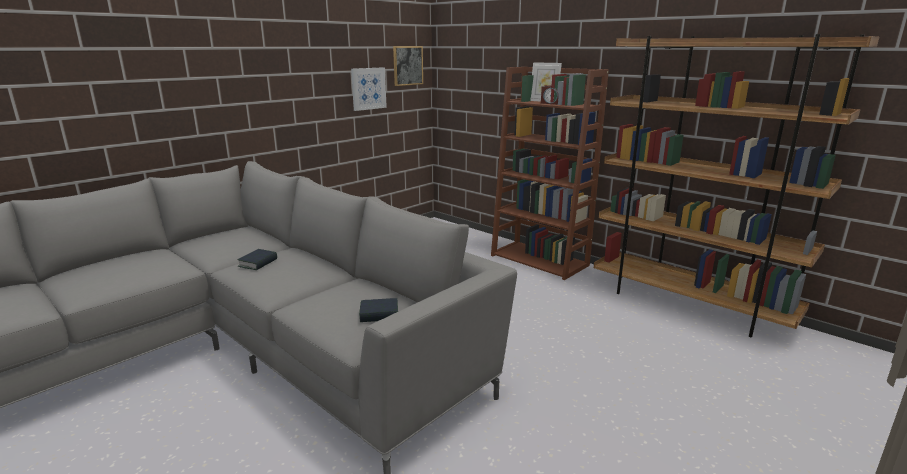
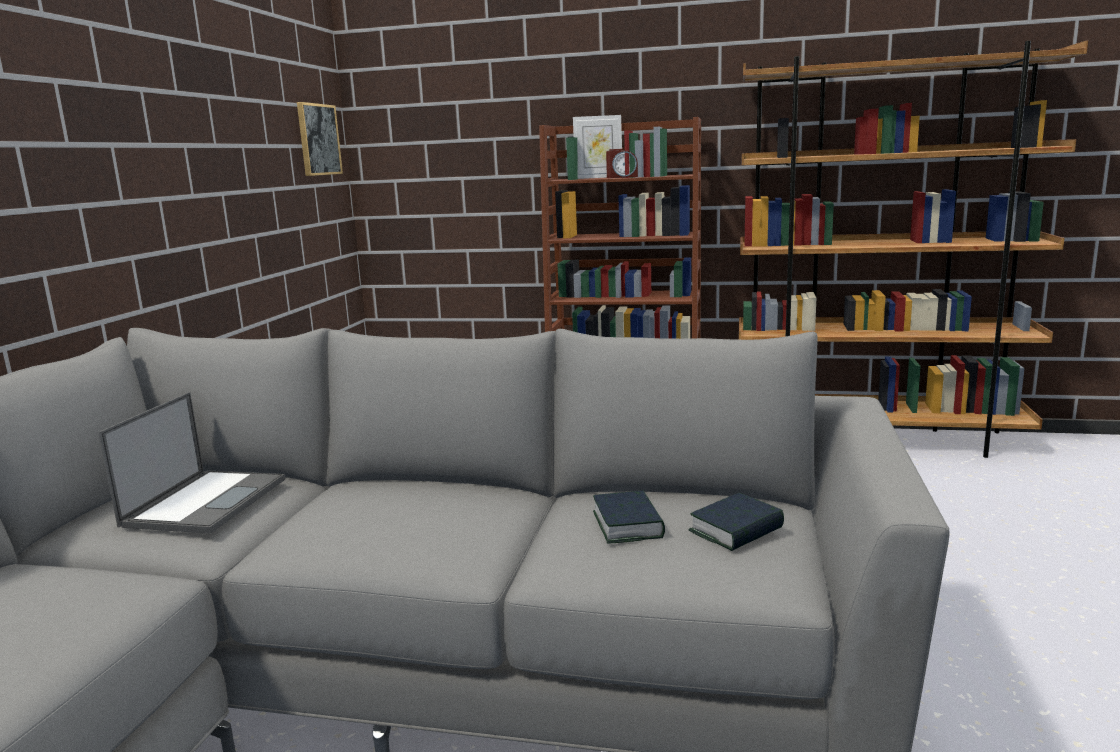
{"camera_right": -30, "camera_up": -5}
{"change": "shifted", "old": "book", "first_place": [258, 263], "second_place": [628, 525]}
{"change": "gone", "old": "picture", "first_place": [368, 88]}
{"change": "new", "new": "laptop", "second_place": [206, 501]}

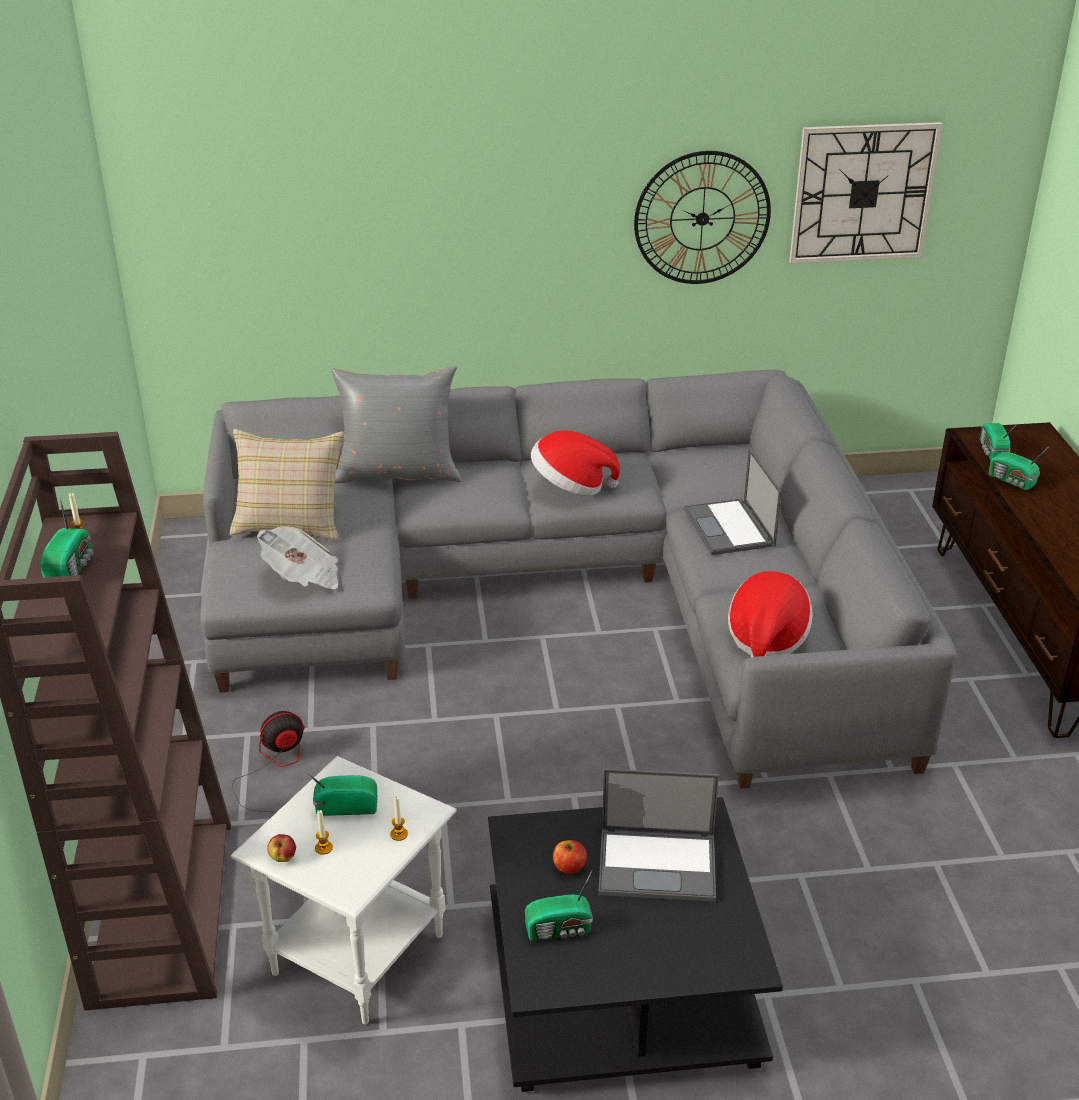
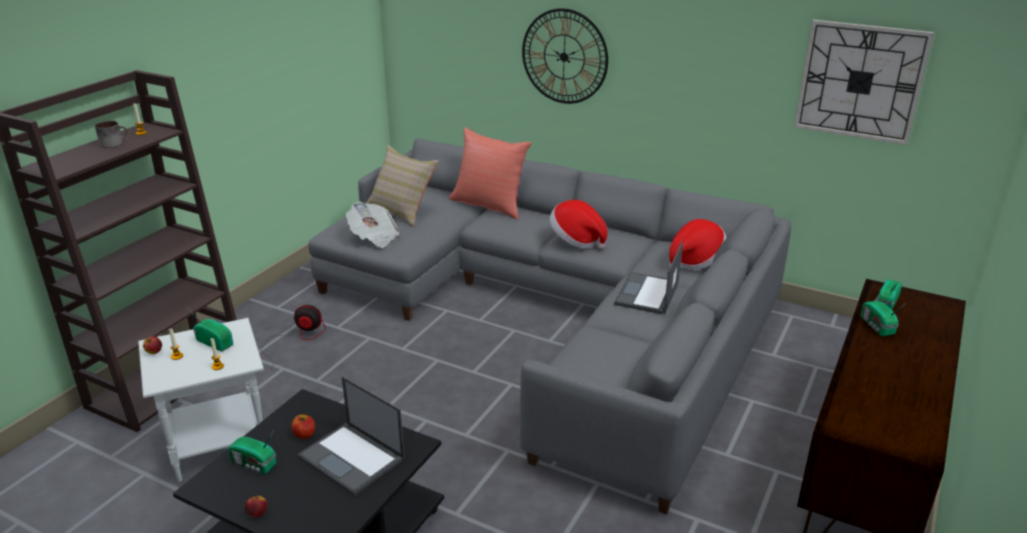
{"camera_right": 35, "camera_up": -5}
{"change": "swapped", "old": "radio", "new": "mug", "first_place": [71, 568], "second_place": [114, 143]}
{"change": "repainted", "old": "grey pillow", "new": "red pillow", "first_place": [397, 473], "second_place": [489, 205]}
{"change": "shifted", "old": "wall clock", "first_place": [702, 218], "second_place": [564, 57]}
{"change": "shifted", "old": "hat", "first_place": [766, 638], "second_place": [695, 261]}
{"change": "new", "new": "apple", "second_place": [257, 514]}

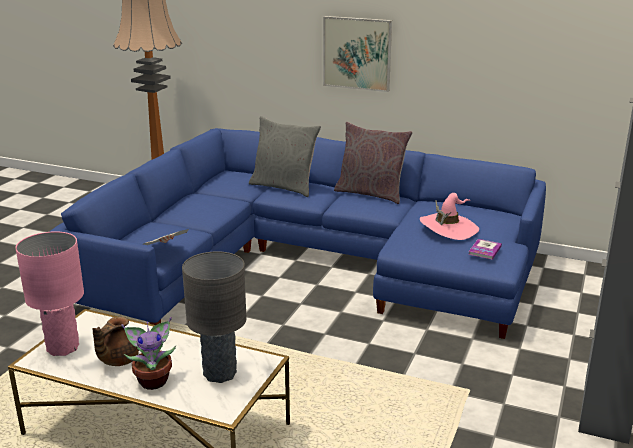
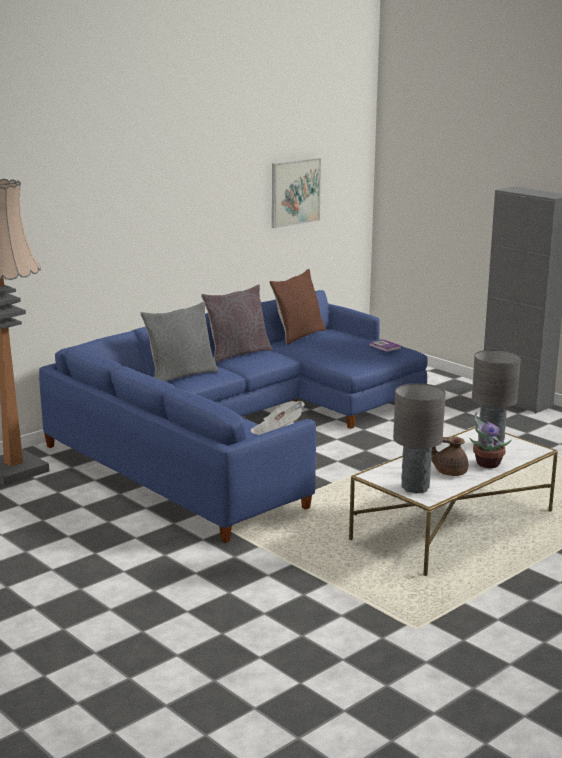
{"camera_right": -65, "camera_up": -5}
{"change": "repainted", "old": "pink table lamp", "new": "grey table lamp", "first_place": [62, 348], "second_place": [415, 488]}
{"change": "rotated", "old": "brown teapot", "first_place": [117, 360], "second_place": [449, 472], "degrees": 135}
{"change": "shifted", "old": "picture", "first_place": [357, 53], "second_place": [295, 192]}
{"change": "gone", "old": "pink hat", "first_place": [448, 228]}
{"change": "new", "new": "brown pillow", "second_place": [297, 335]}

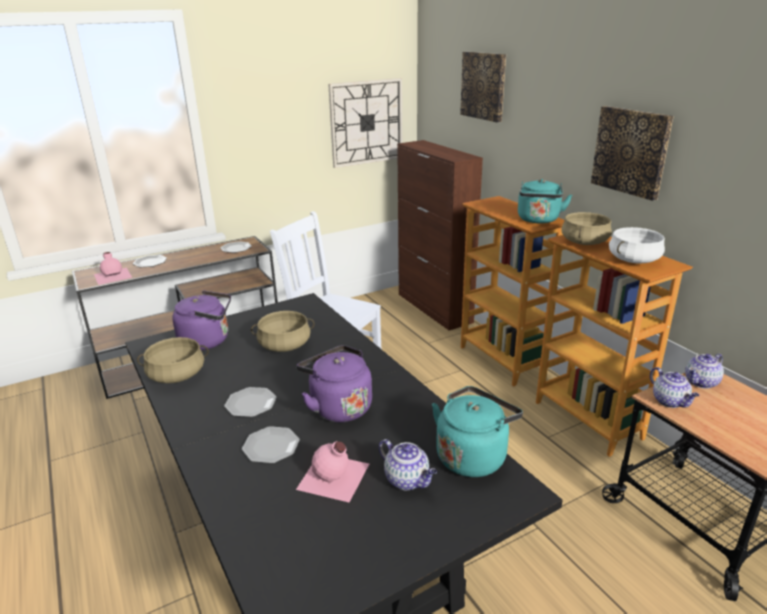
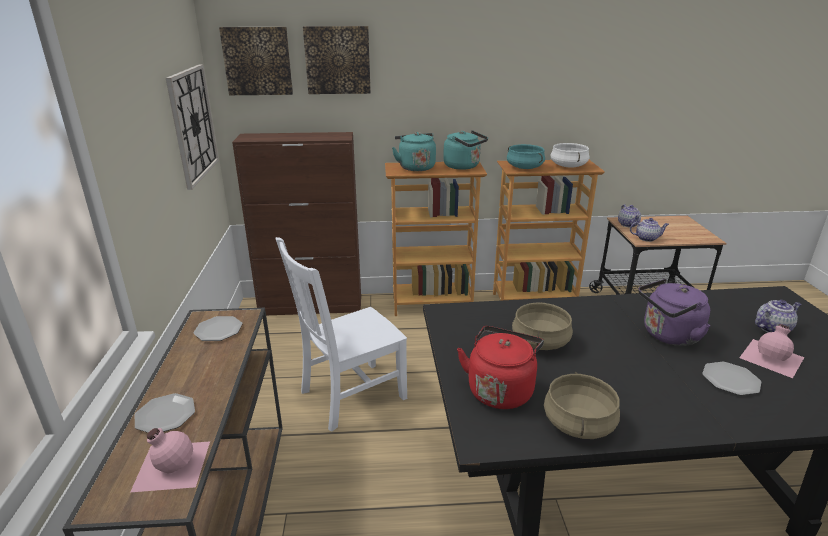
{"camera_right": -65, "camera_up": 0}
{"change": "repainted", "old": "purple kettle", "new": "red kettle", "first_place": [208, 341], "second_place": [500, 389]}
{"change": "gone", "old": "plate", "first_place": [251, 404]}
{"change": "shifted", "old": "turquoise kettle", "first_place": [473, 456], "second_place": [415, 167]}
{"change": "repainted", "old": "beige cooking pot", "new": "turquoise cooking pot", "first_place": [584, 242], "second_place": [524, 167]}
{"change": "shifted", "old": "picture", "first_place": [631, 151], "second_place": [257, 61]}

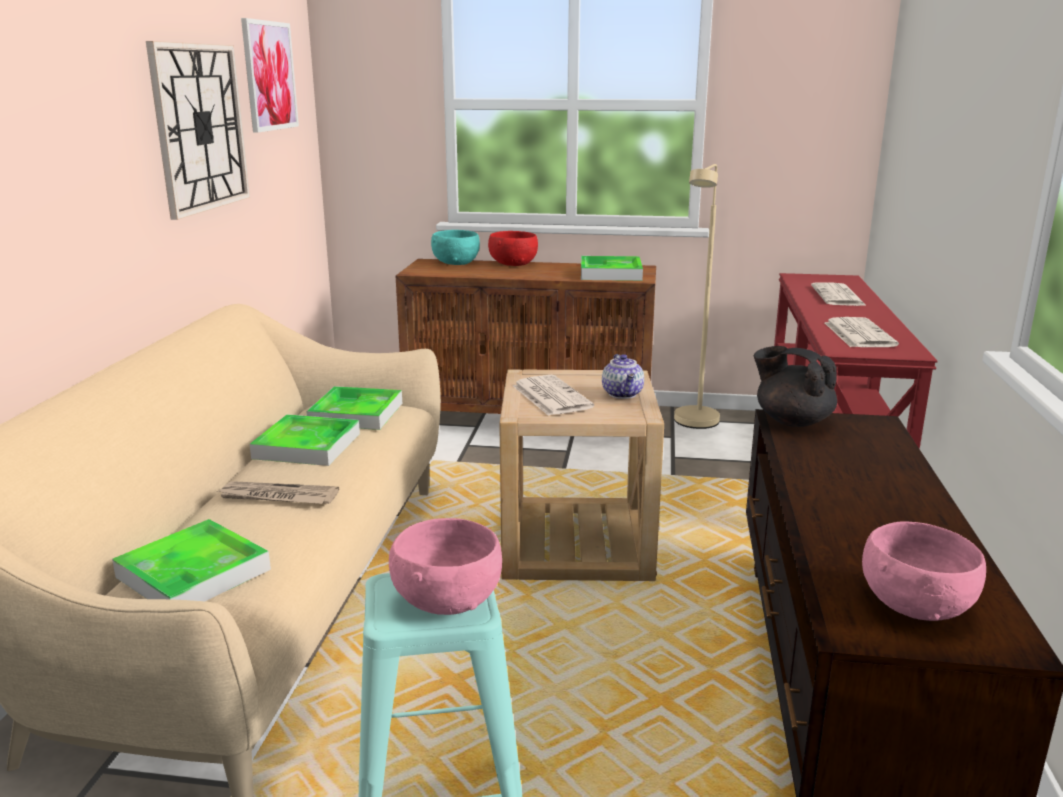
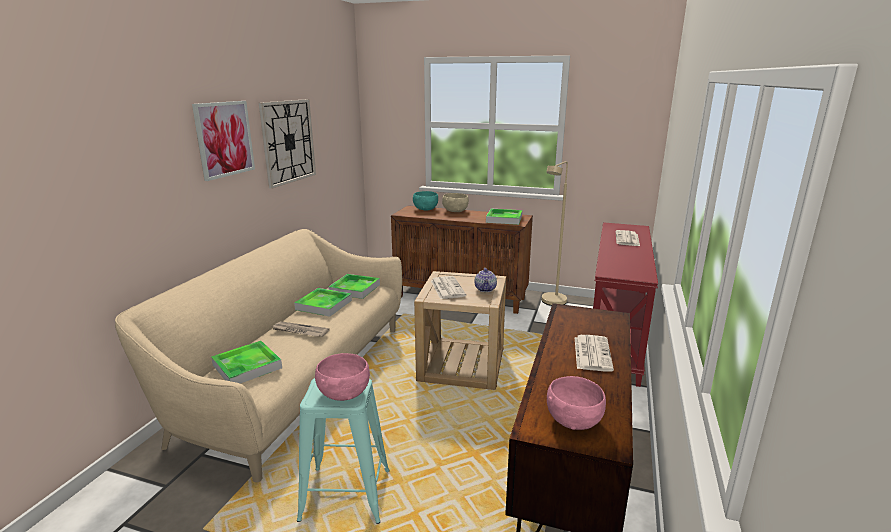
{"camera_right": 10, "camera_up": 0}
{"change": "shifted", "old": "picture", "first_place": [269, 76], "second_place": [224, 139]}
{"change": "repainted", "old": "red bowl", "new": "beige bowl", "first_place": [512, 264], "second_place": [455, 211]}
{"change": "gone", "old": "black teapot", "first_place": [792, 421]}
{"change": "shifted", "old": "newspaper", "first_place": [858, 334], "second_place": [592, 353]}

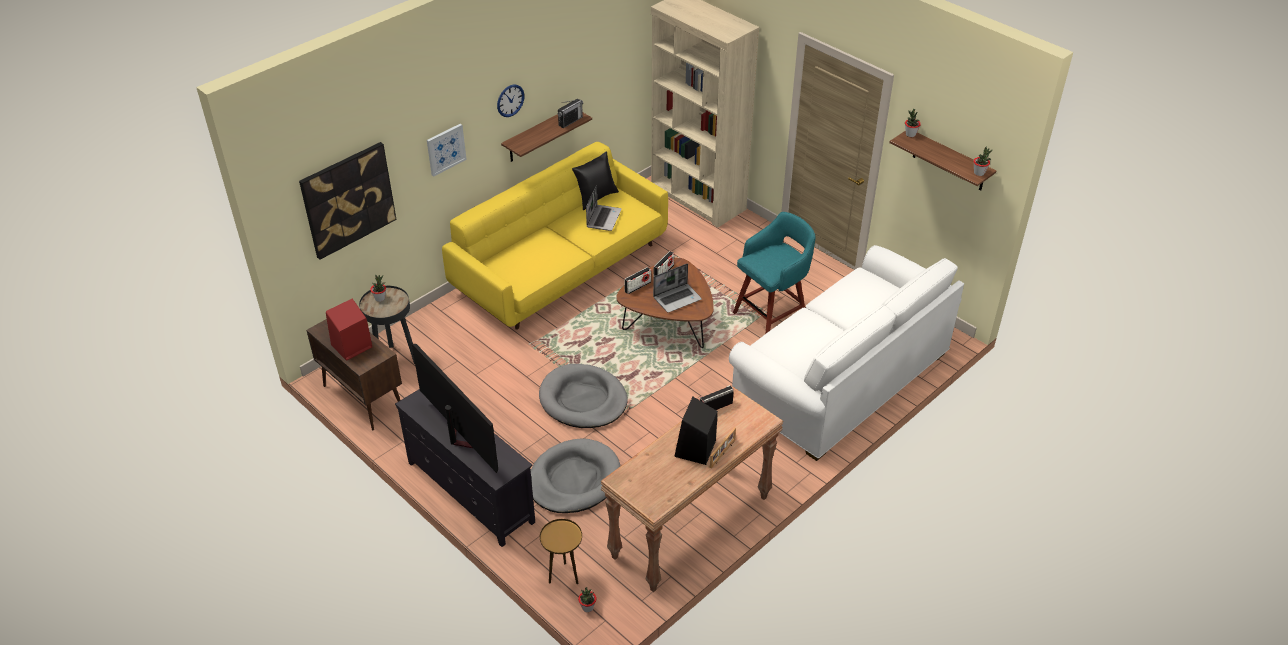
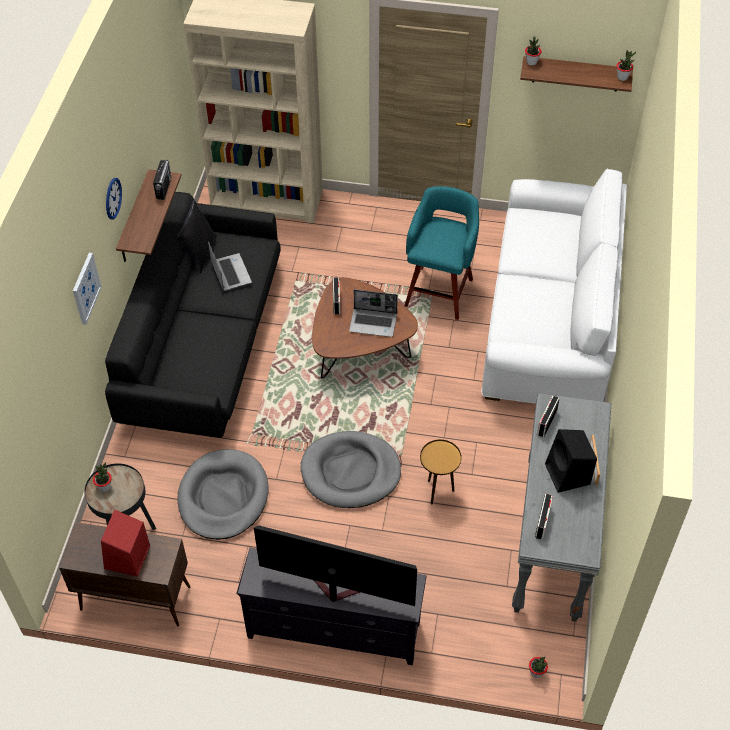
{"camera_right": -35, "camera_up": 10}
{"change": "gone", "old": "picture", "first_place": [348, 200]}
{"change": "repainted", "old": "yellow sofa", "new": "black sofa", "first_place": [562, 268], "second_place": [205, 343]}
{"change": "shifted", "old": "grey dog bed", "first_place": [574, 479], "second_place": [223, 497]}
{"change": "shifted", "old": "brown side table", "first_place": [564, 576], "second_place": [437, 491]}
{"change": "repainted", "old": "brown console table", "new": "grey console table", "first_place": [691, 528], "second_place": [553, 541]}
{"change": "shifted", "old": "radio", "first_place": [638, 287], "second_place": [542, 522]}
{"change": "rotated", "old": "laptop", "first_place": [677, 298], "second_place": [374, 323], "degrees": 75}

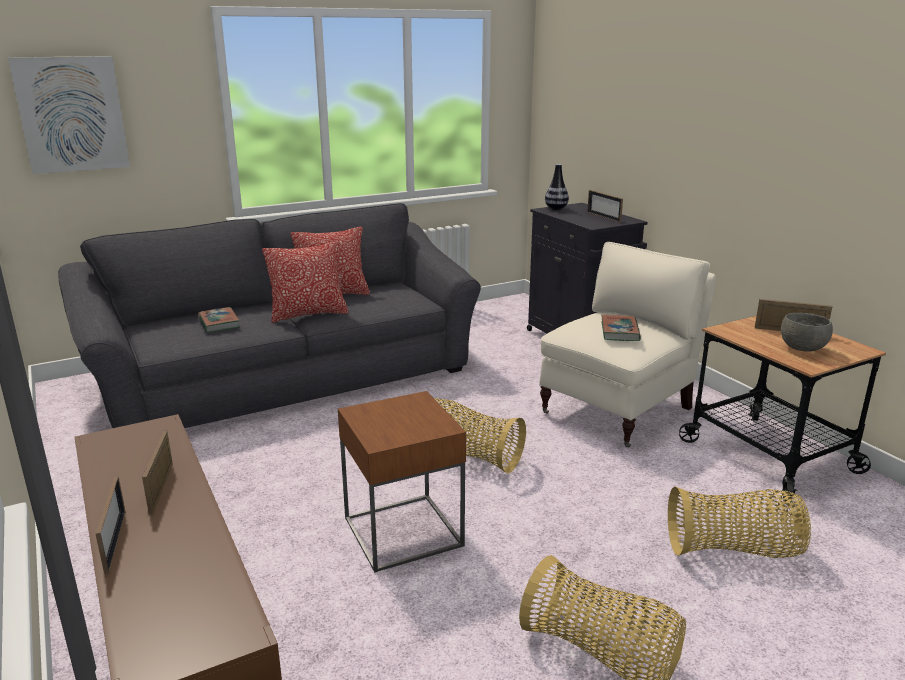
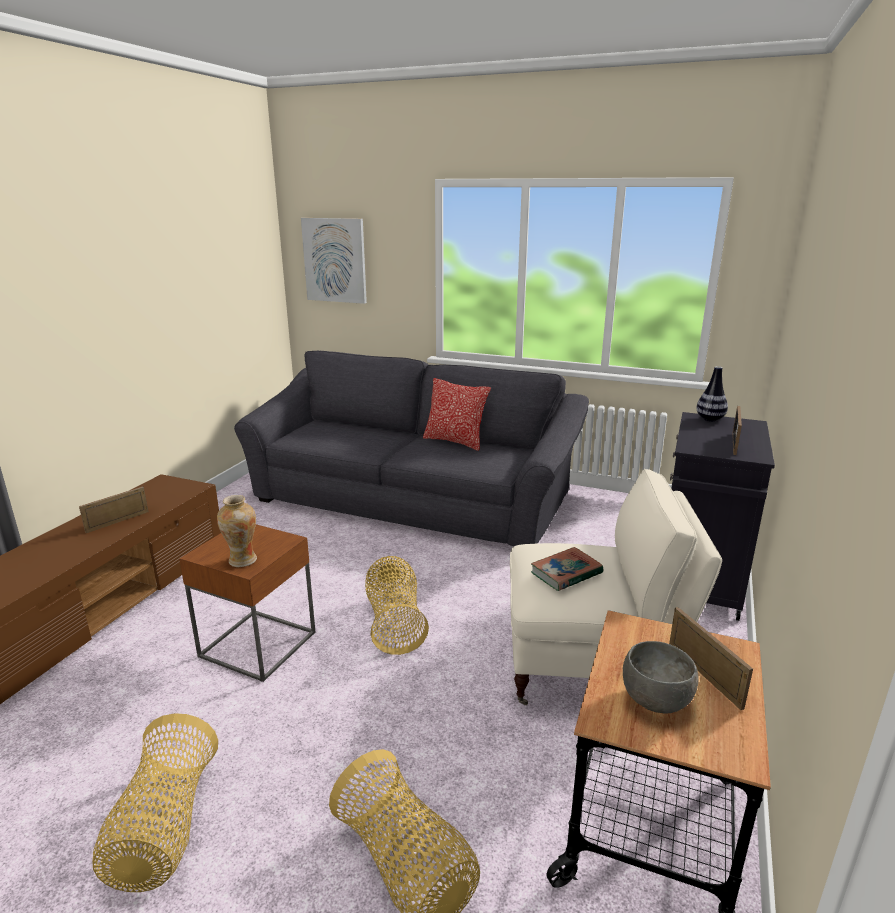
{"camera_right": 50, "camera_up": 0}
{"change": "gone", "old": "picture frame", "first_place": [115, 541]}
{"change": "gone", "old": "book", "first_place": [219, 323]}
{"change": "gone", "old": "pillow", "first_place": [308, 314]}
{"change": "new", "new": "vase", "second_place": [242, 560]}

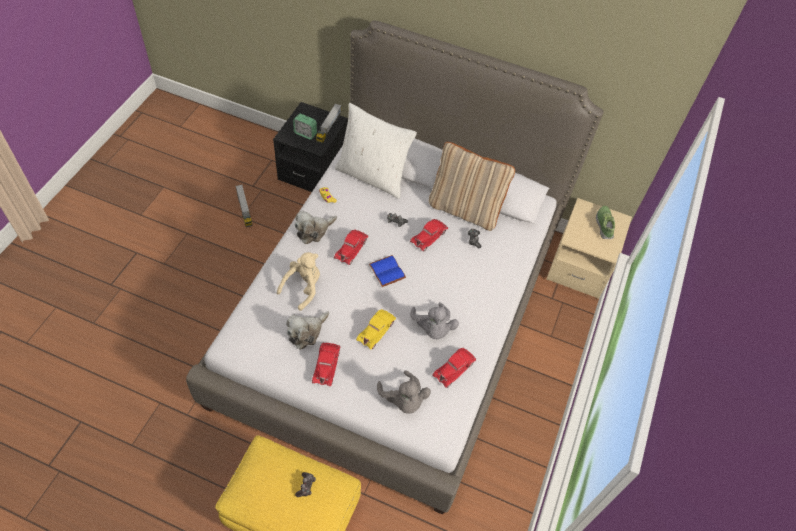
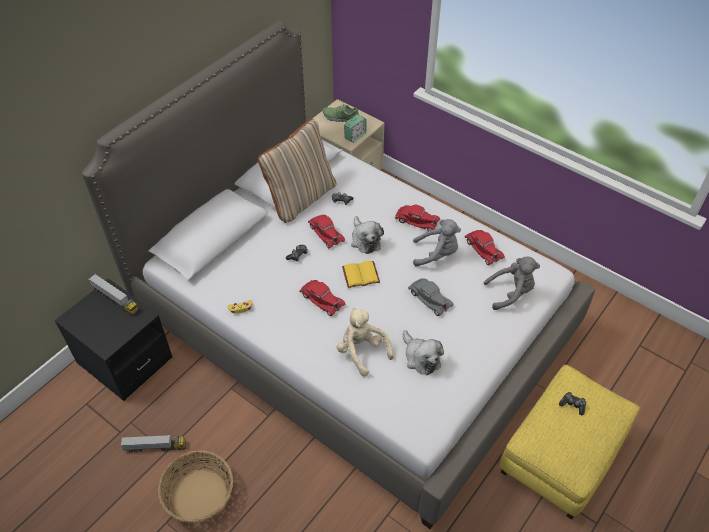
{"camera_right": -70, "camera_up": -5}
{"change": "shifted", "old": "alarm clock", "first_place": [305, 133], "second_place": [355, 136]}
{"change": "shifted", "old": "plush toy", "first_place": [314, 231], "second_place": [365, 240]}
{"change": "shifted", "old": "red toy car", "first_place": [326, 365], "second_place": [416, 221]}
{"change": "gone", "old": "white pillow", "first_place": [373, 176]}
{"change": "repainted", "old": "yellow toy car", "new": "grey toy car", "first_place": [376, 330], "second_place": [429, 298]}
{"change": "repainted", "old": "blue book", "new": "yellow book", "first_place": [388, 271], "second_place": [361, 274]}
{"change": "new", "new": "basket", "second_place": [199, 495]}

